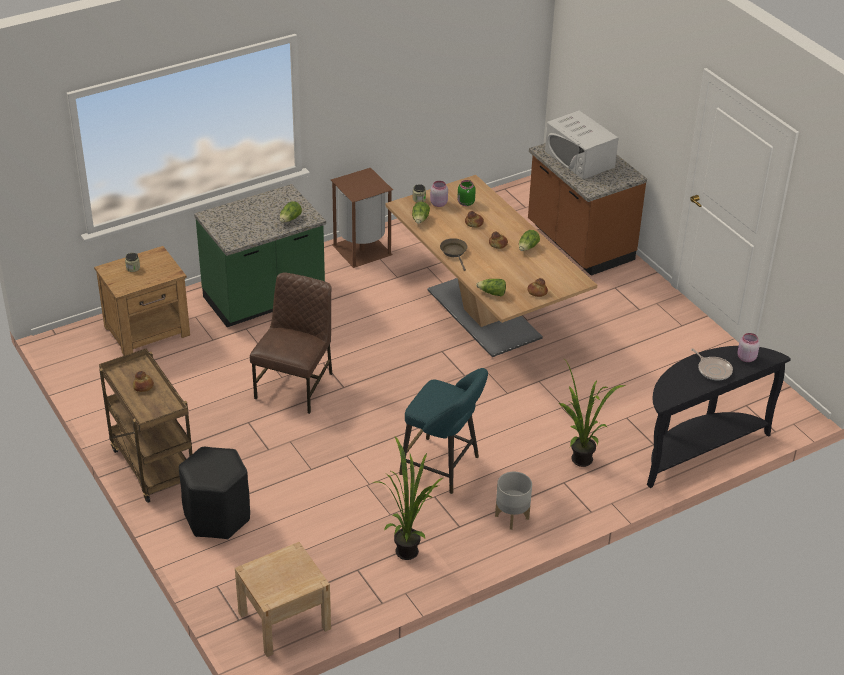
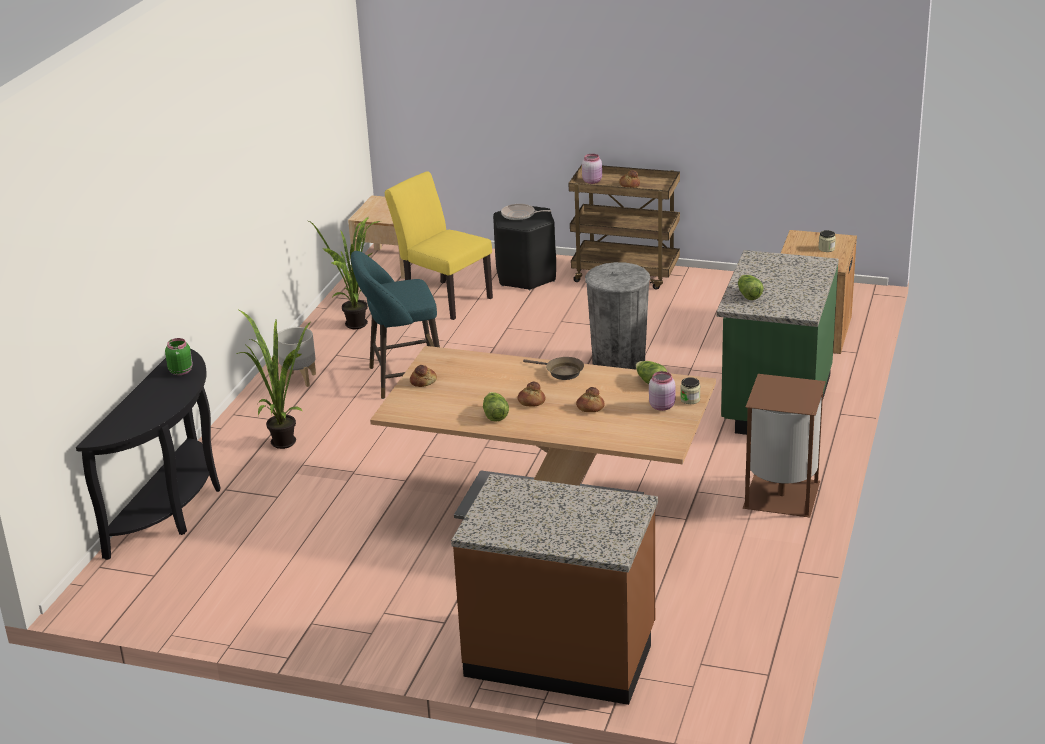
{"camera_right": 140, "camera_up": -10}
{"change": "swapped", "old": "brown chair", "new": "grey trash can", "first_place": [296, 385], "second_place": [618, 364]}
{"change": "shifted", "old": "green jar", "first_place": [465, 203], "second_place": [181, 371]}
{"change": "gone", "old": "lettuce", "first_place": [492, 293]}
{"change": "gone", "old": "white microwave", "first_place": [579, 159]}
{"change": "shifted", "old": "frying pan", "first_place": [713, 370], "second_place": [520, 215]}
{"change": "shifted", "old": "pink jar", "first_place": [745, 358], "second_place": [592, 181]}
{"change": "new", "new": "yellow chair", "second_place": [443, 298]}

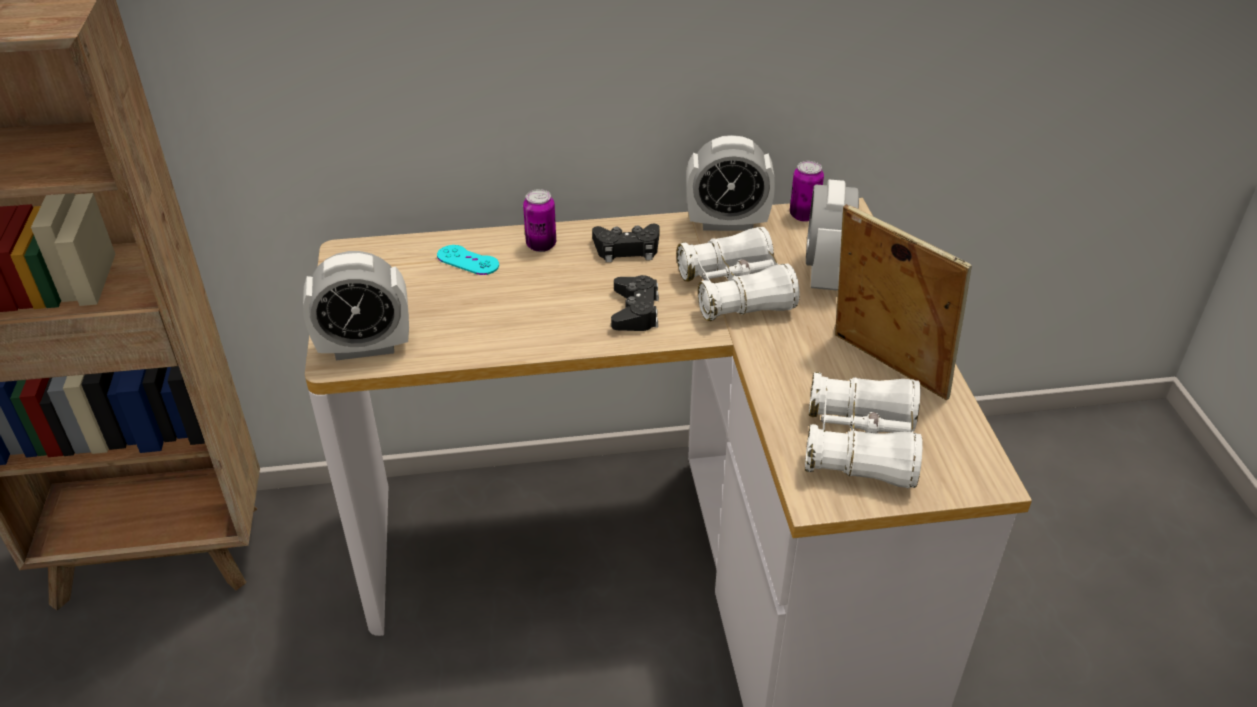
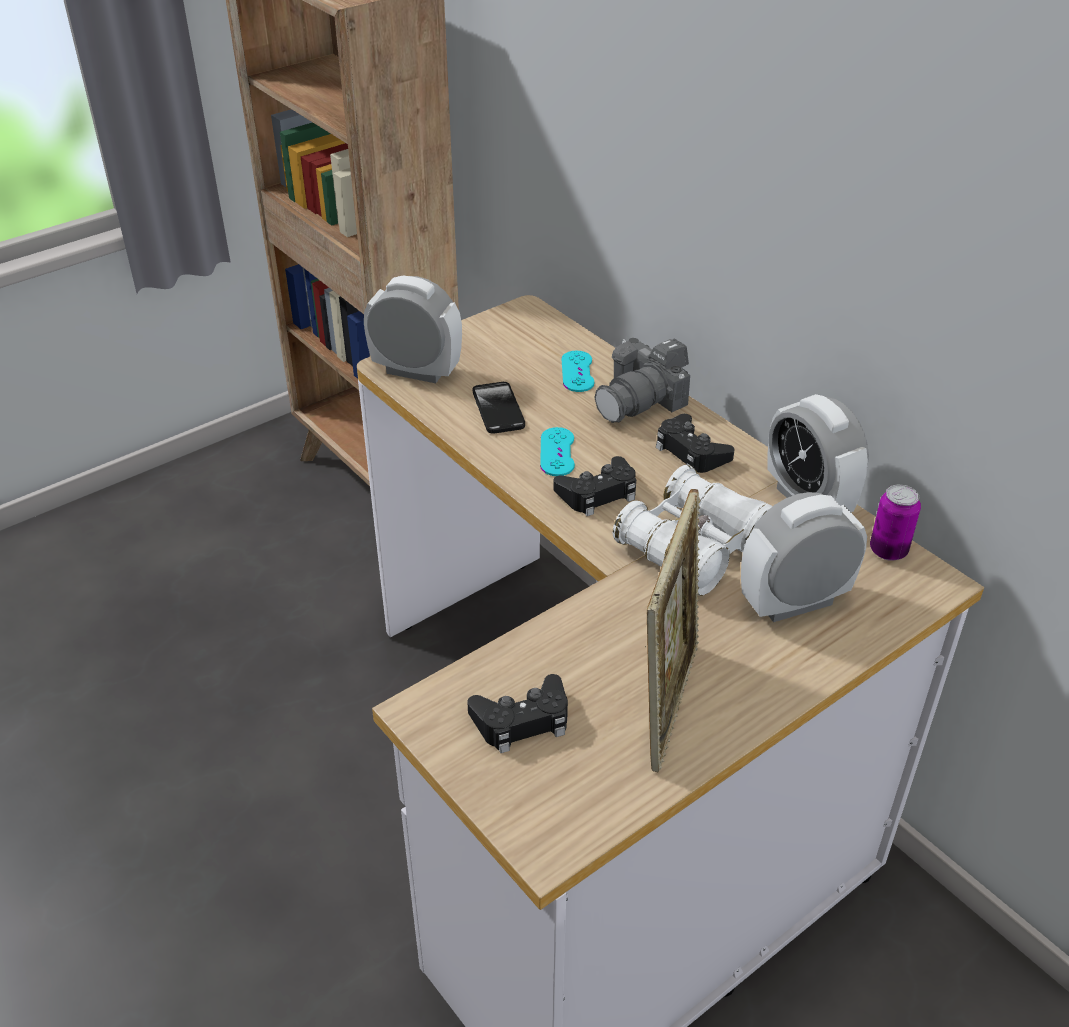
{"camera_right": 60, "camera_up": 0}
{"change": "rotated", "old": "alarm clock", "first_place": [365, 347], "second_place": [416, 371], "degrees": 150}
{"change": "swapped", "old": "can", "new": "photo camera", "first_place": [541, 245], "second_place": [641, 401]}
{"change": "swapped", "old": "white binoculars", "new": "black game controller", "first_place": [860, 446], "second_place": [522, 721]}
{"change": "new", "new": "phone", "second_place": [498, 409]}
{"change": "new", "new": "turquoise game controller", "second_place": [557, 452]}

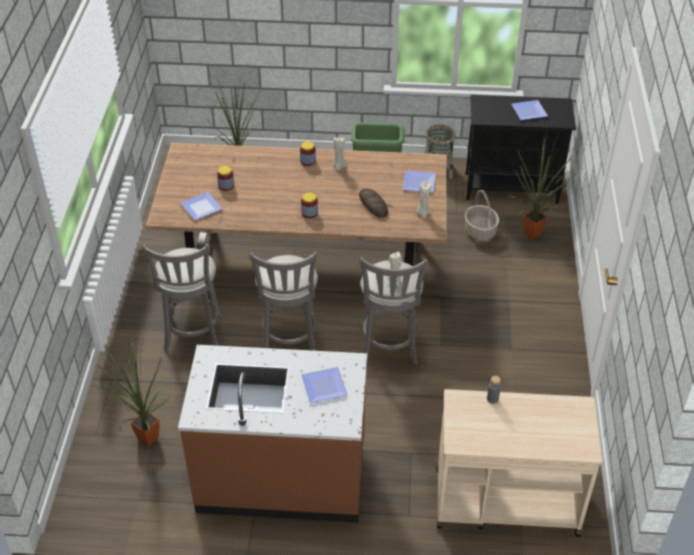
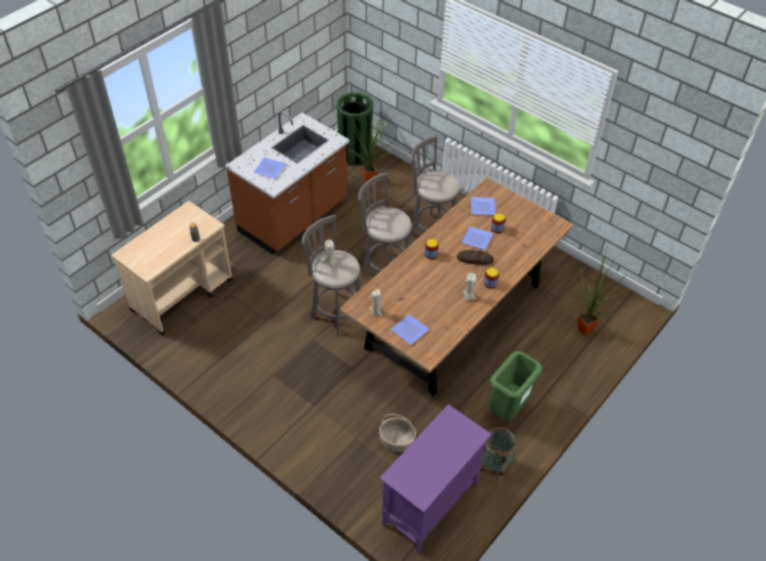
{"camera_right": 125, "camera_up": 5}
{"change": "shifted", "old": "bread", "first_place": [373, 205], "second_place": [475, 259]}
{"change": "repainted", "old": "black cabinet", "new": "purple cabinet", "first_place": [512, 188], "second_place": [429, 505]}
{"change": "gone", "old": "potted plant", "first_place": [534, 233]}
{"change": "shifted", "old": "plate", "first_place": [530, 112], "second_place": [476, 239]}
{"change": "new", "new": "green trash can", "second_place": [355, 154]}

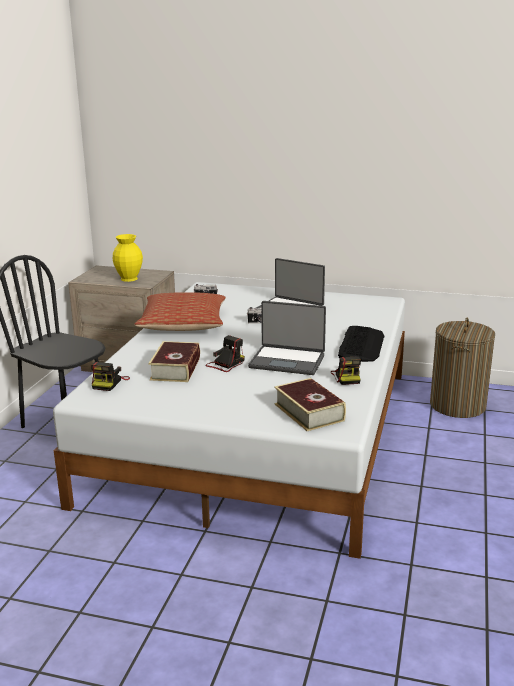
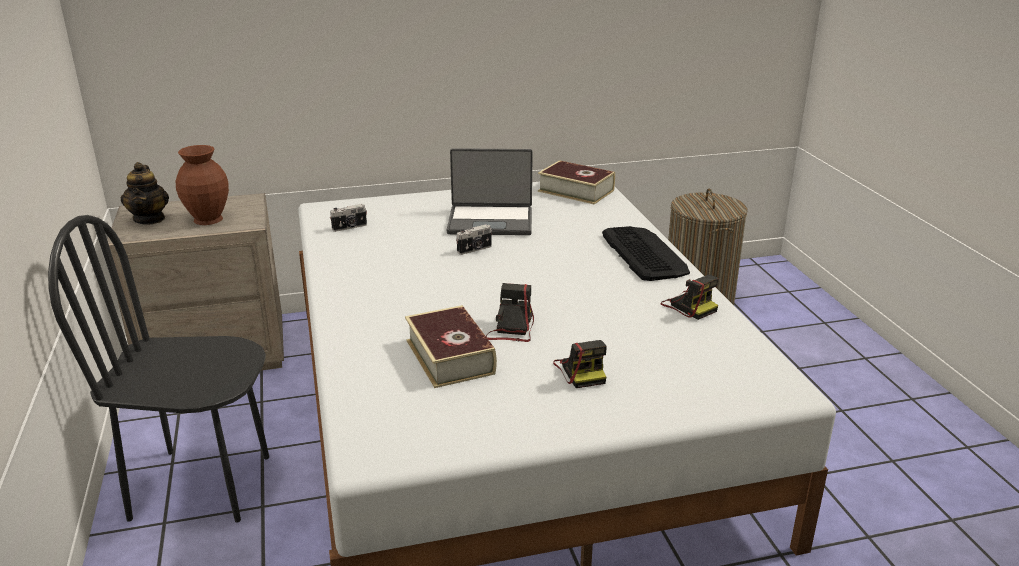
{"camera_right": -30, "camera_up": 5}
{"change": "shifted", "old": "photo camera", "first_place": [109, 383], "second_place": [581, 371]}
{"change": "repainted", "old": "yellow vase", "new": "brown vase", "first_place": [129, 279], "second_place": [209, 219]}
{"change": "gone", "old": "pillow", "first_place": [183, 324]}
{"change": "gone", "old": "laptop", "first_place": [287, 361]}
{"change": "shifted", "old": "book", "first_place": [309, 412], "second_place": [576, 191]}
{"change": "new", "new": "teapot", "second_place": [149, 219]}

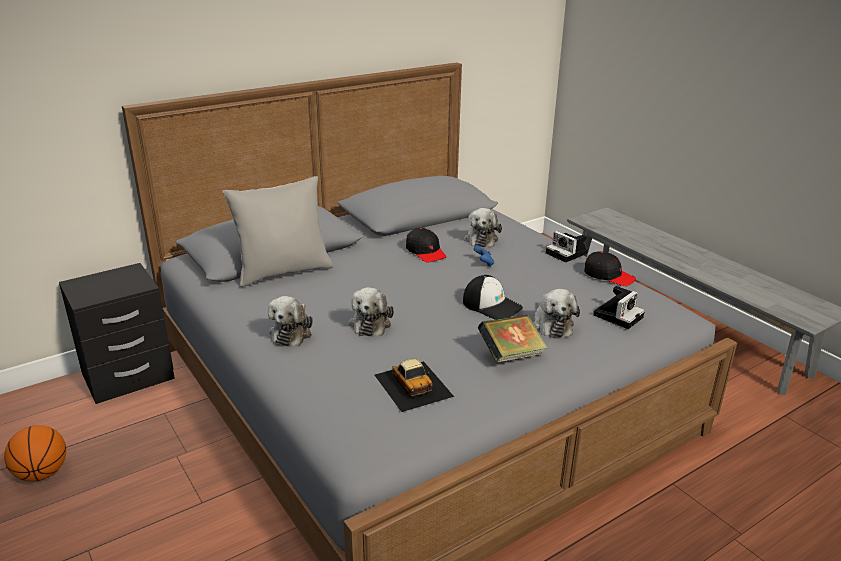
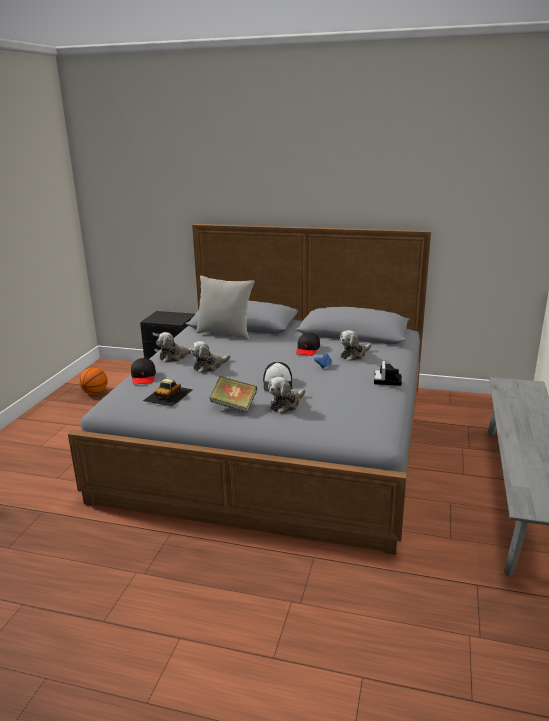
{"camera_right": 50, "camera_up": -5}
{"change": "shifted", "old": "black cap", "first_place": [608, 275], "second_place": [143, 377]}
{"change": "gone", "old": "photo camera", "first_place": [618, 315]}

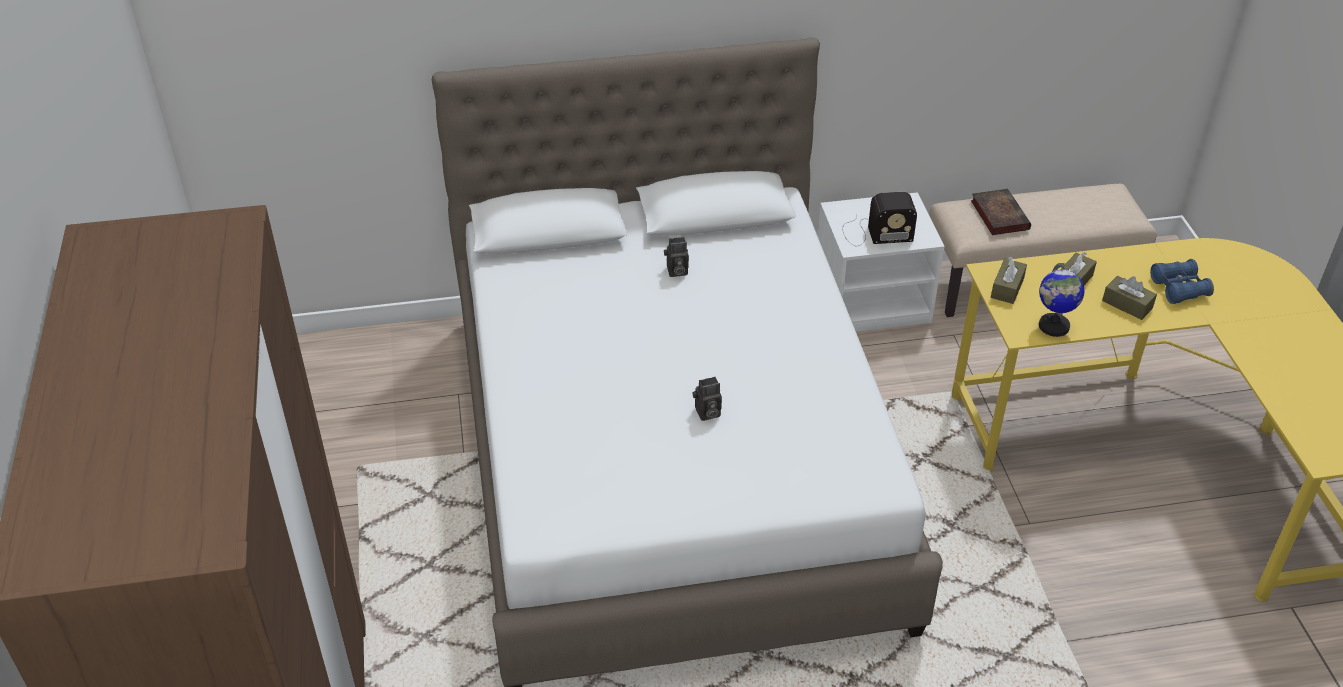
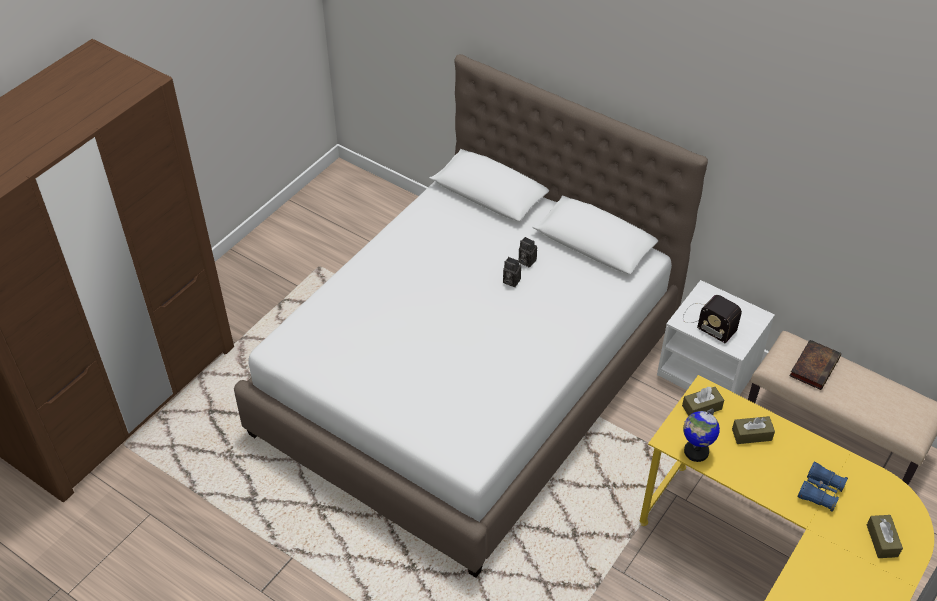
{"camera_right": 45, "camera_up": 5}
{"change": "shifted", "old": "photo camera", "first_place": [707, 413], "second_place": [510, 281]}
{"change": "shifted", "old": "brown tissue box", "first_place": [1127, 304], "second_place": [882, 540]}

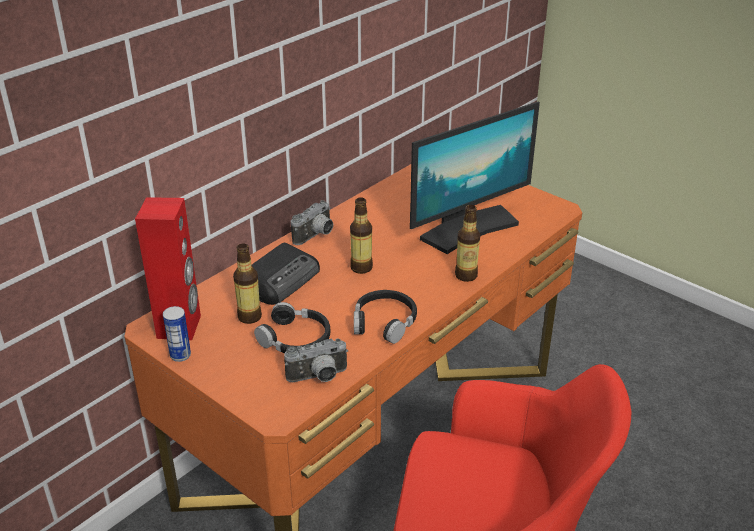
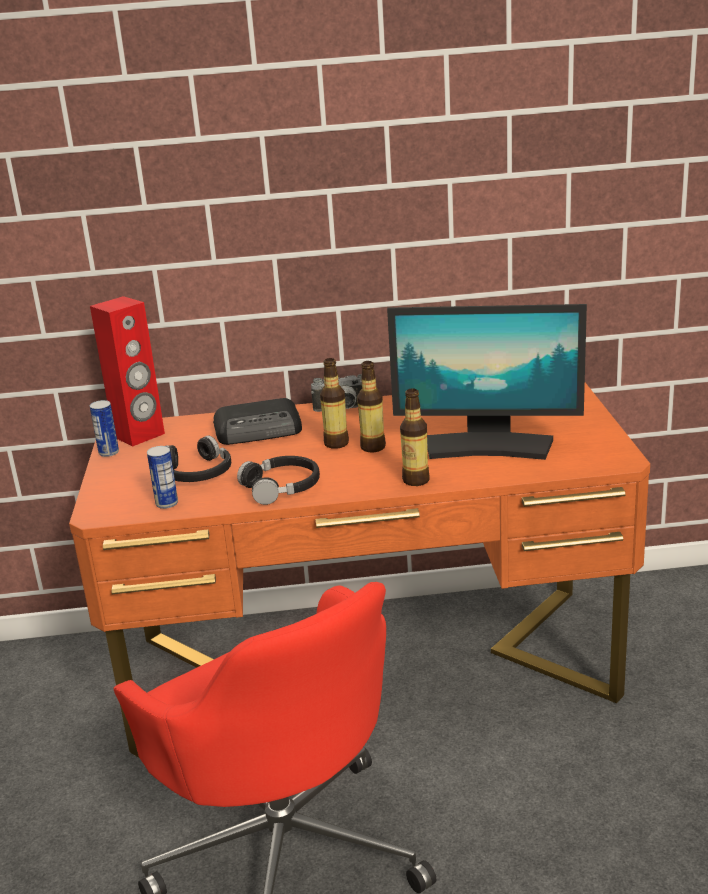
{"camera_right": 45, "camera_up": -10}
{"change": "shifted", "old": "bottle", "first_place": [249, 317], "second_place": [373, 447]}
{"change": "swapped", "old": "photo camera", "new": "can", "first_place": [318, 378], "second_place": [166, 503]}

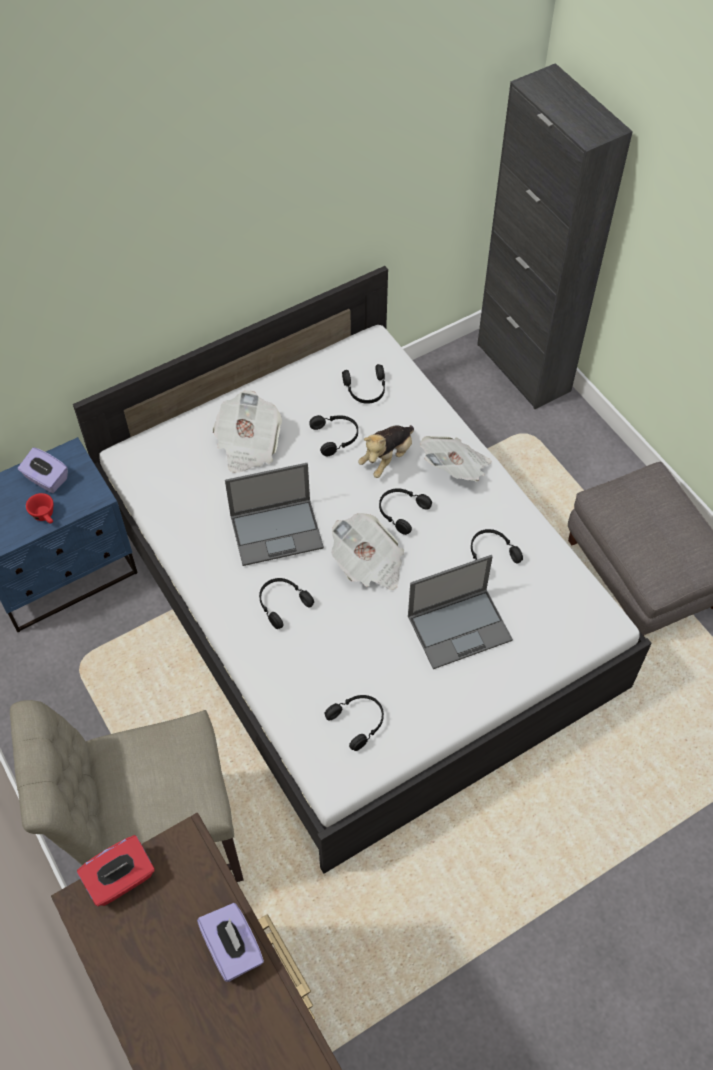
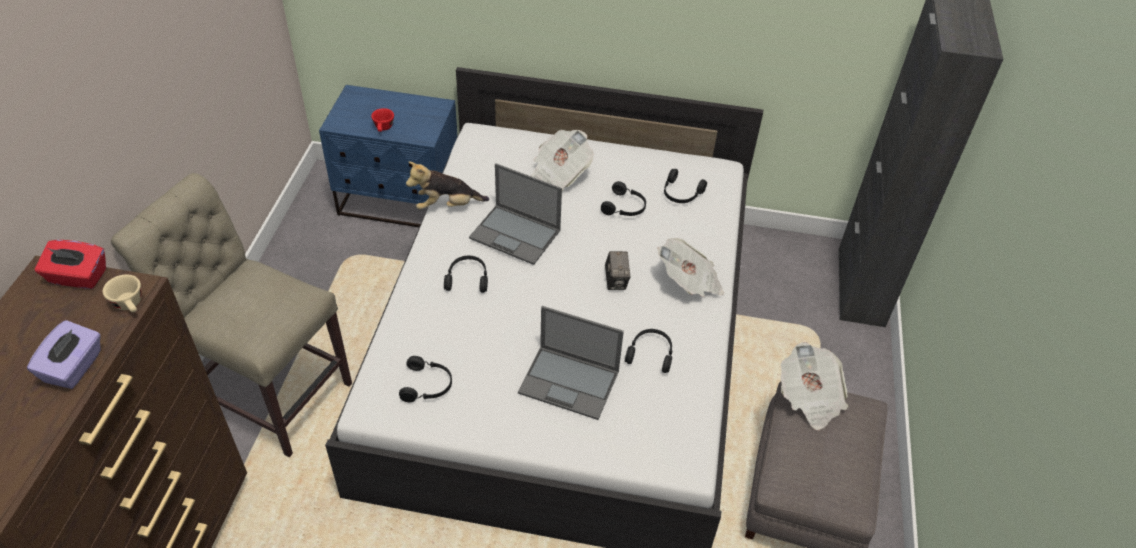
{"camera_right": 40, "camera_up": -10}
{"change": "gone", "old": "purple tissue box", "first_place": [46, 479]}
{"change": "shifted", "old": "newspaper", "first_place": [368, 564], "second_place": [810, 398]}
{"change": "shifted", "old": "plush toy", "first_place": [387, 458], "second_place": [447, 206]}
{"change": "swapped", "old": "black headphones", "new": "photo camera", "first_place": [401, 512], "second_place": [616, 281]}
{"change": "new", "new": "beige cup", "second_place": [130, 305]}

